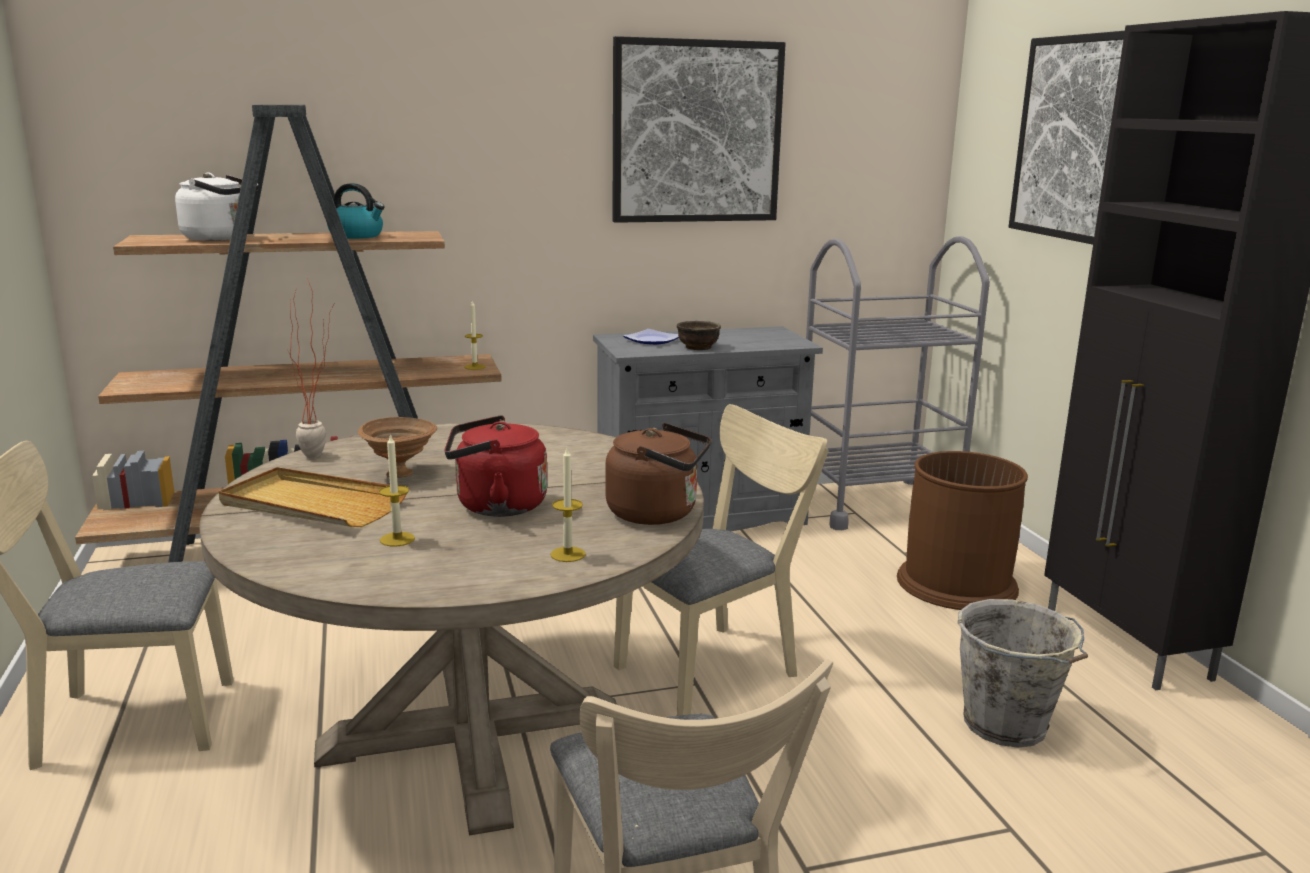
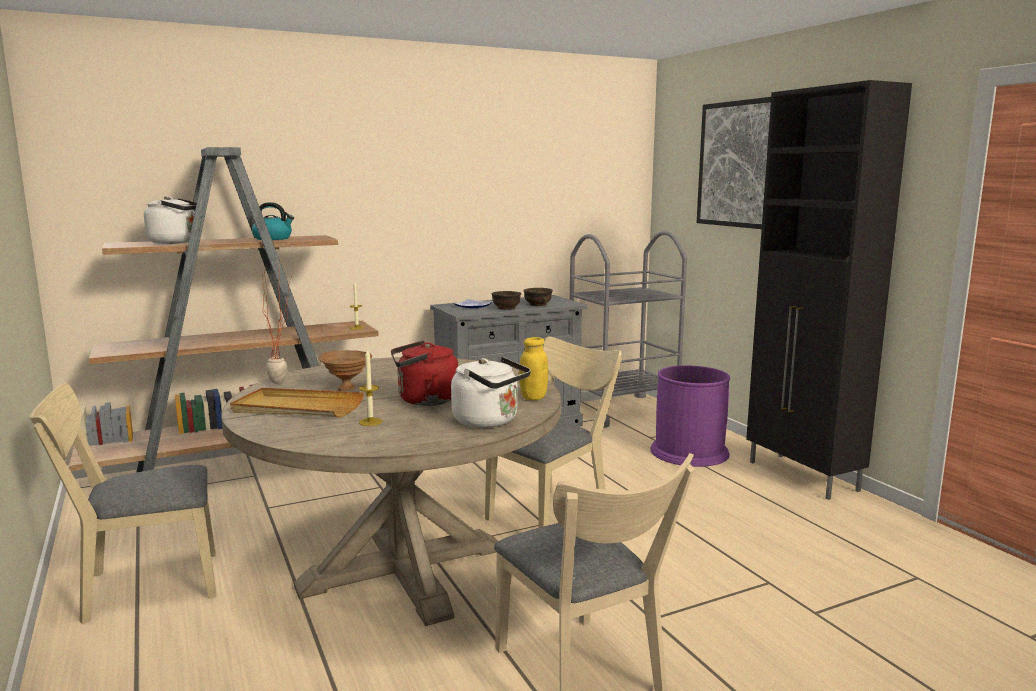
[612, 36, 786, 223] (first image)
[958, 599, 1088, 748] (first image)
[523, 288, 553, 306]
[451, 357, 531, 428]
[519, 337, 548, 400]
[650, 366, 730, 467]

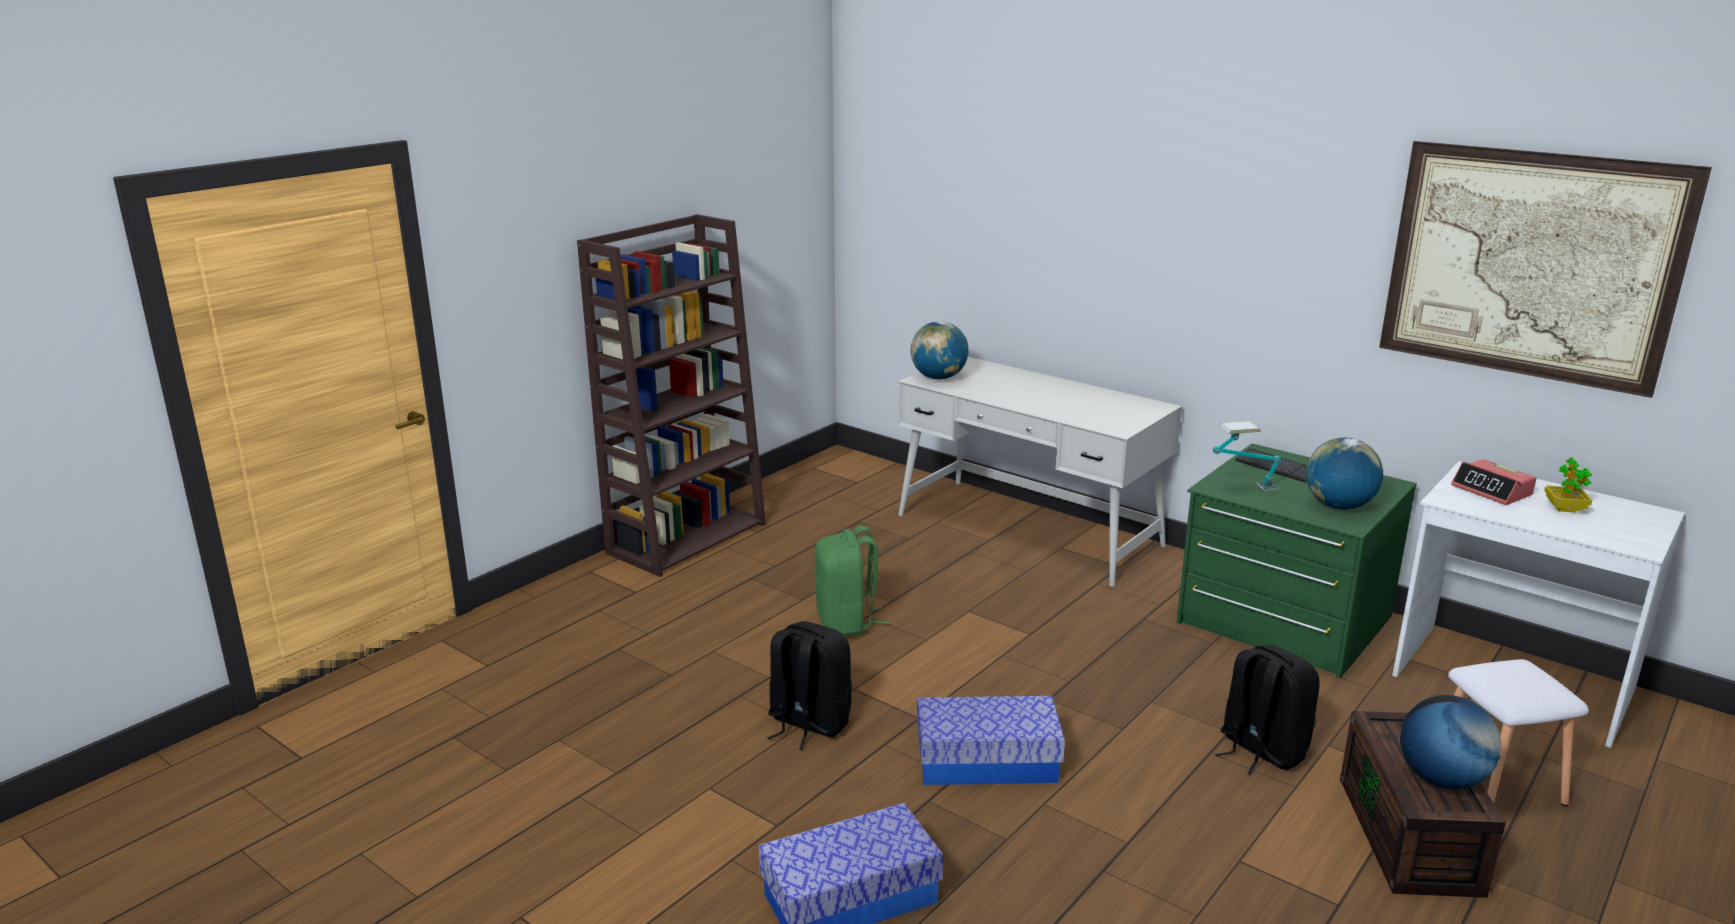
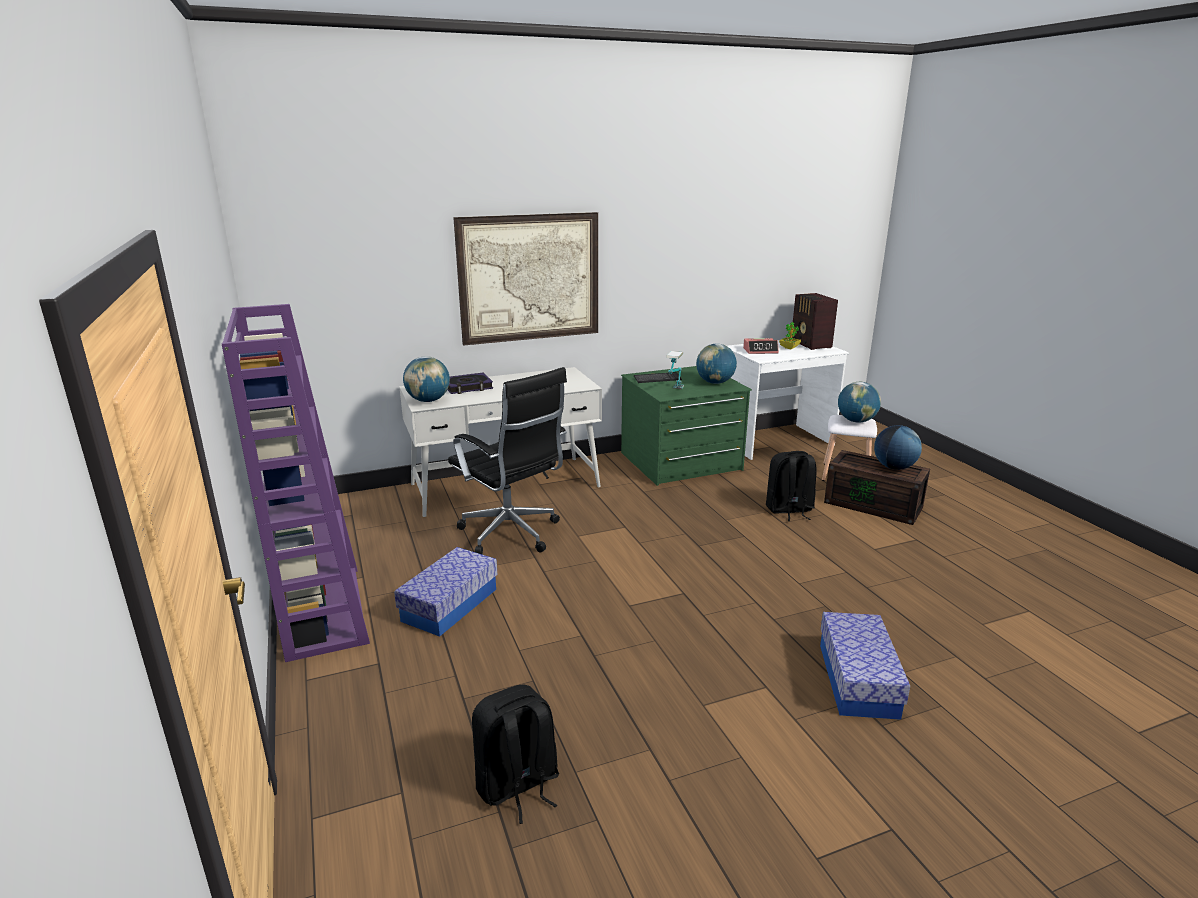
[815, 526, 889, 636] (first image)
[447, 373, 493, 394]
[448, 367, 567, 554]
[792, 293, 838, 350]
[838, 382, 881, 423]
[472, 685, 559, 824]
[394, 547, 498, 637]
[453, 212, 598, 346]
[222, 304, 370, 662]

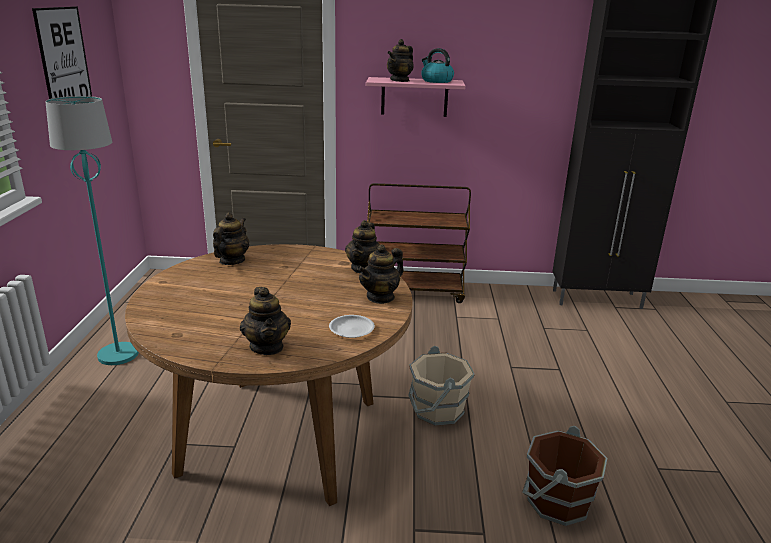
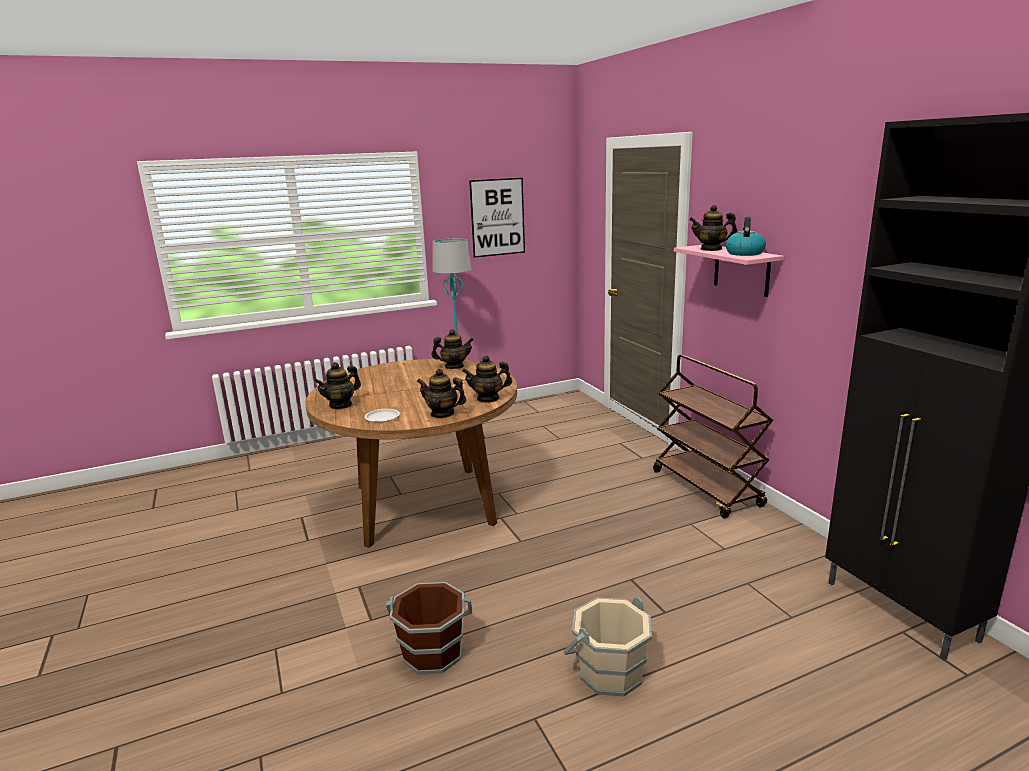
[563, 597, 652, 697]

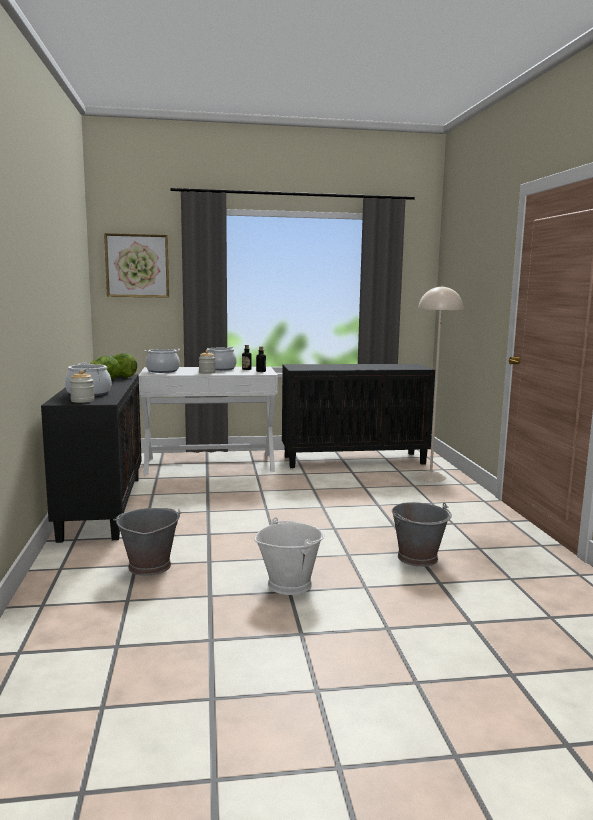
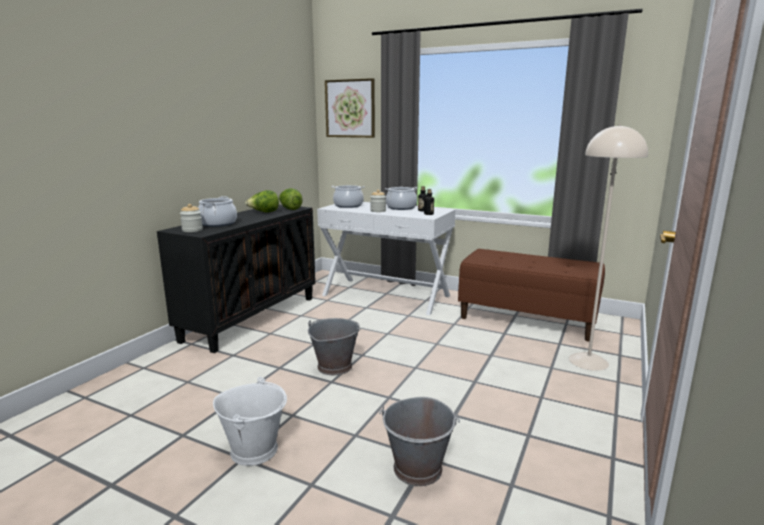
[308, 318, 361, 375]
[458, 249, 605, 341]

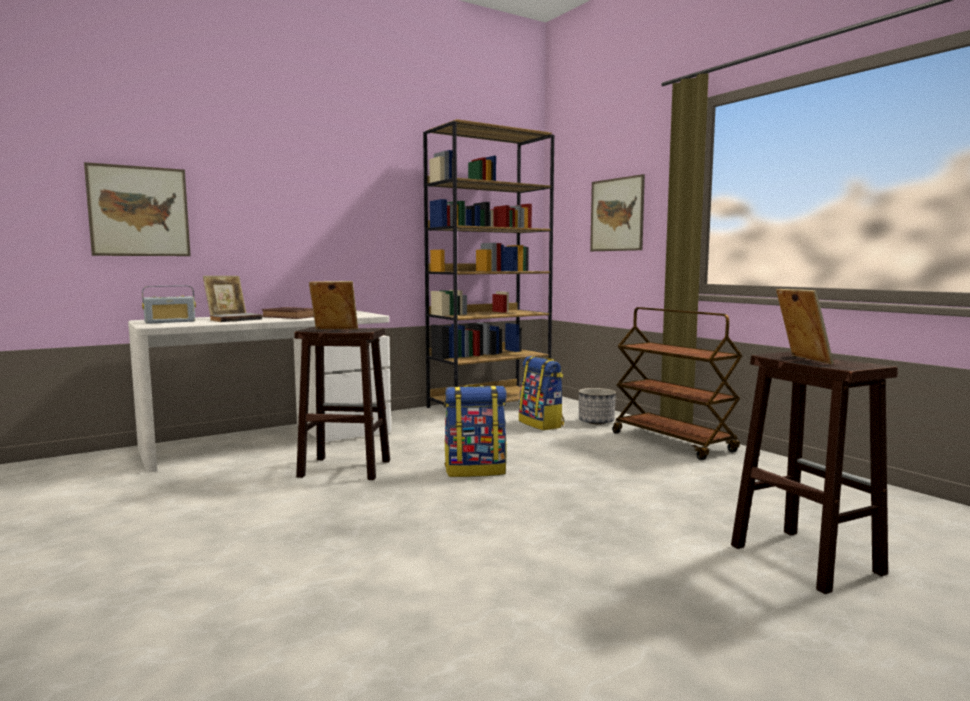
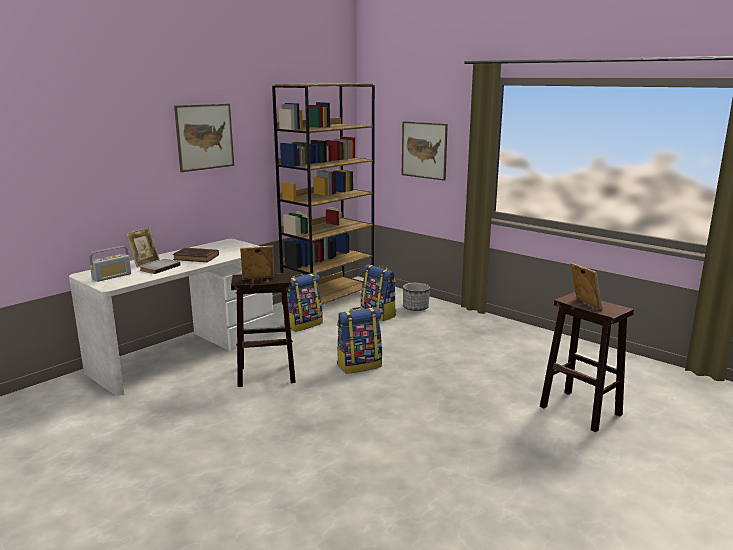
[612, 307, 743, 460] (first image)
[284, 273, 322, 332]
[174, 104, 234, 172]

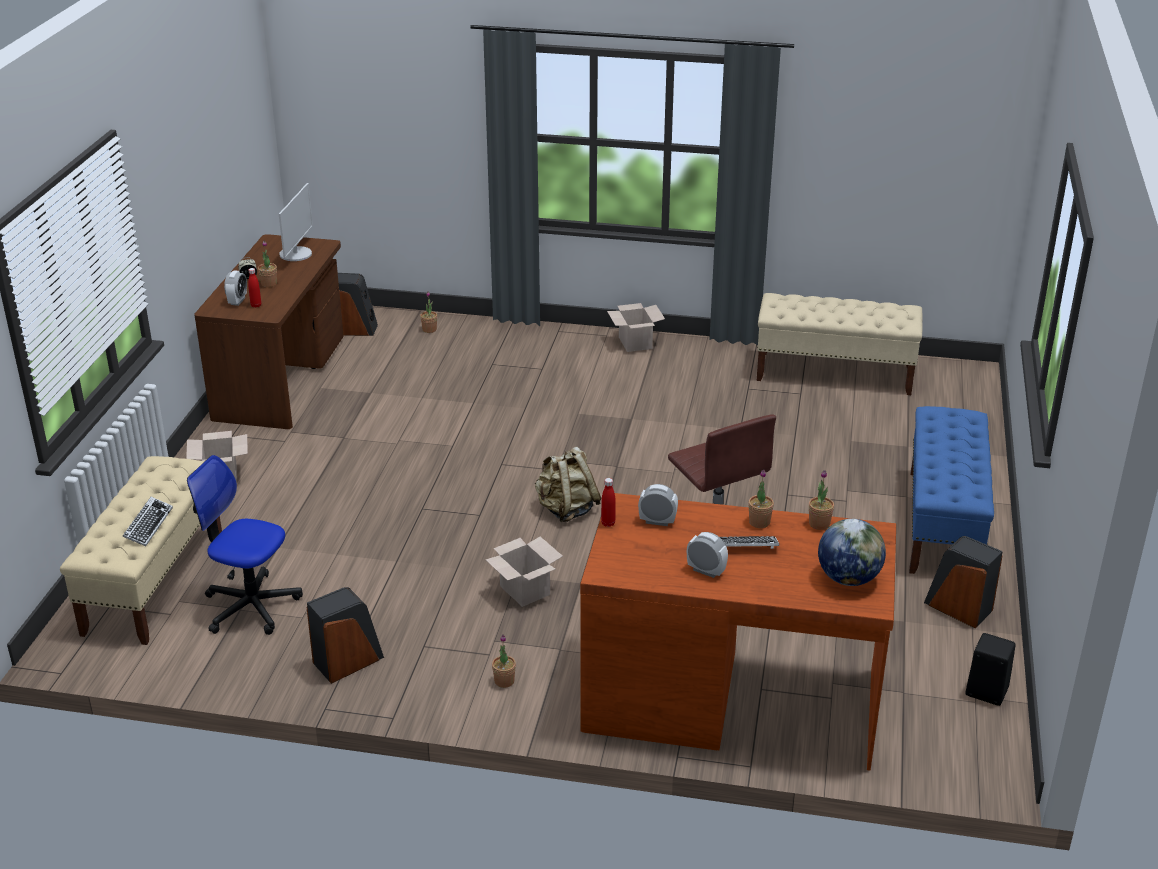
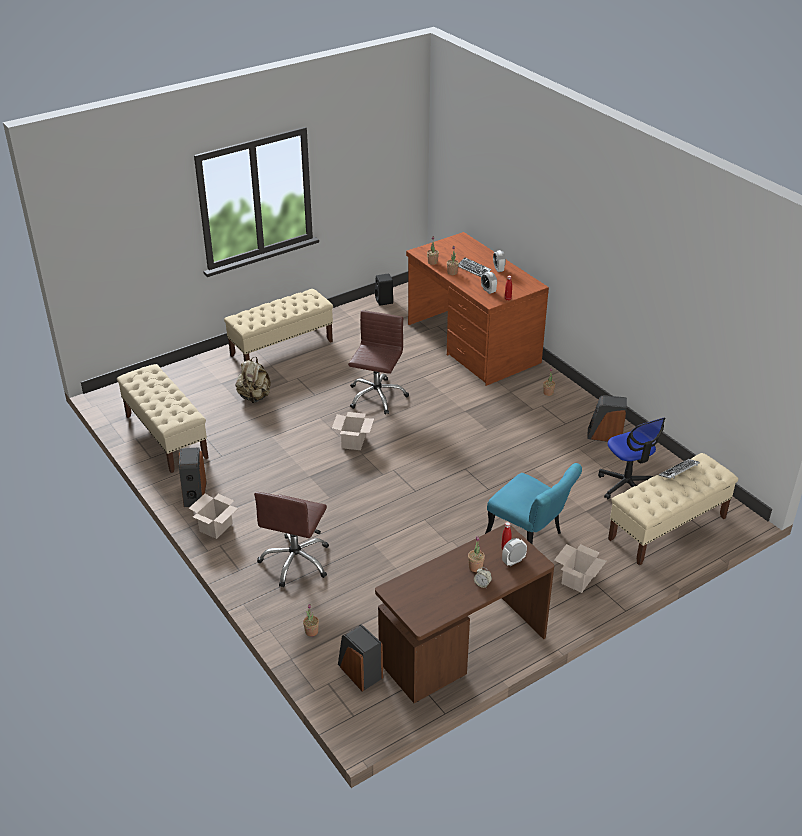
[279, 183, 313, 261] (first image)
[818, 519, 886, 586] (first image)
[254, 492, 329, 587]
[485, 463, 582, 544]
[332, 412, 374, 450]
[235, 357, 271, 403]
[179, 447, 207, 507]
[224, 289, 333, 361]

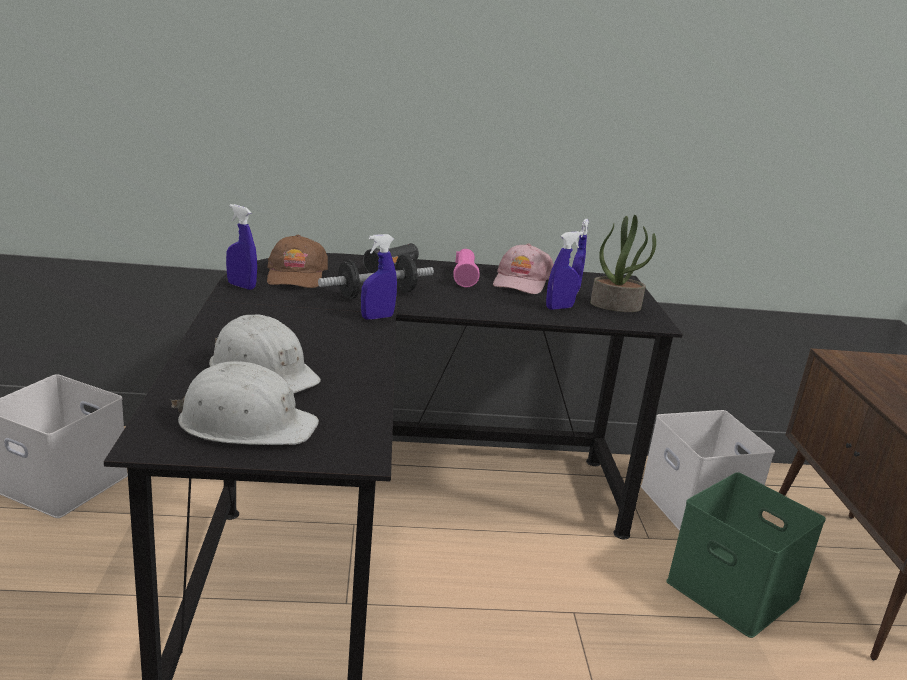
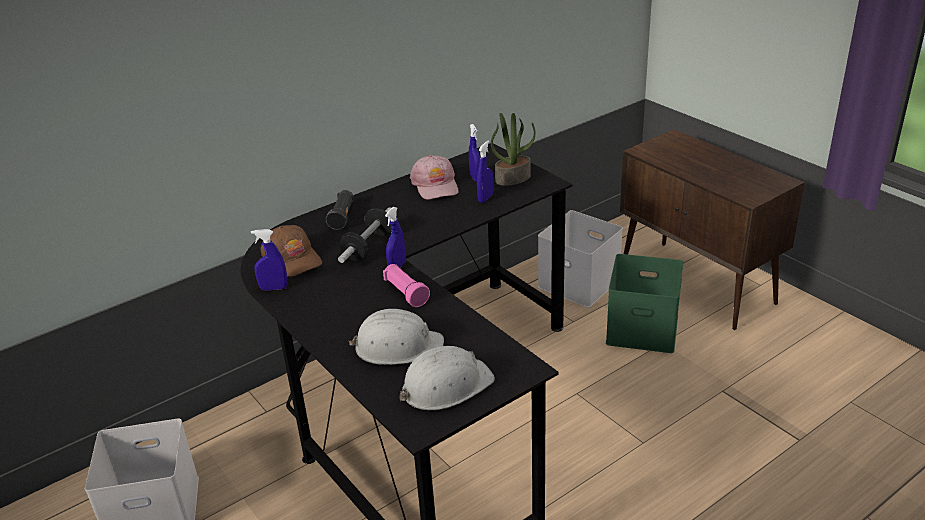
[383, 264, 430, 307]

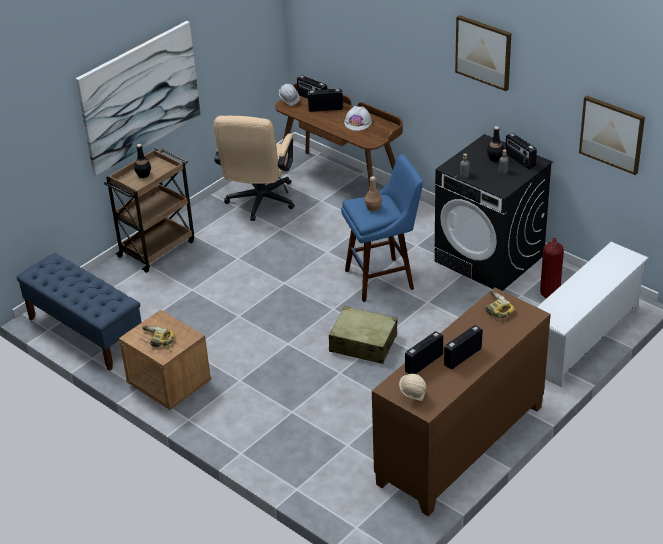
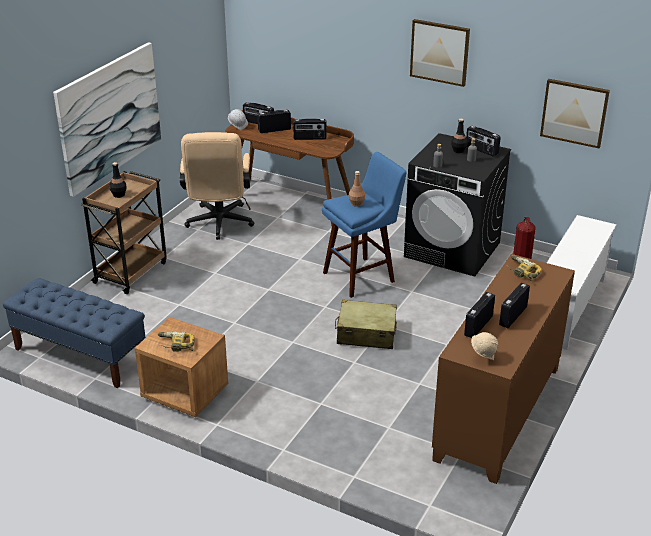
[293, 118, 327, 140]

